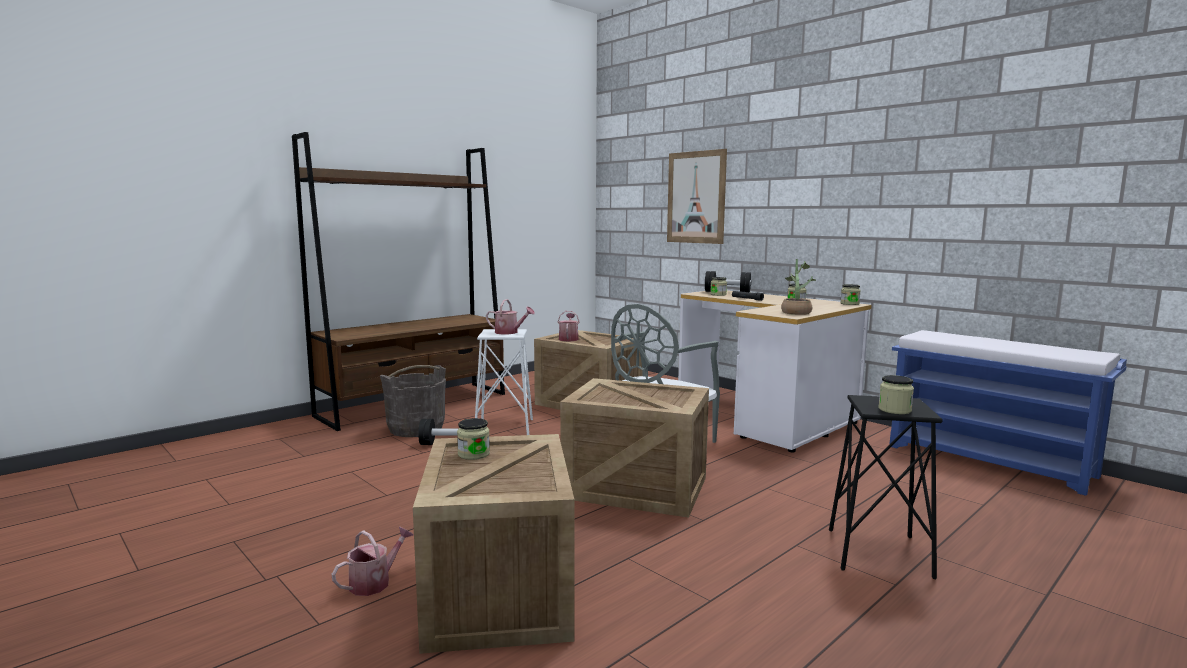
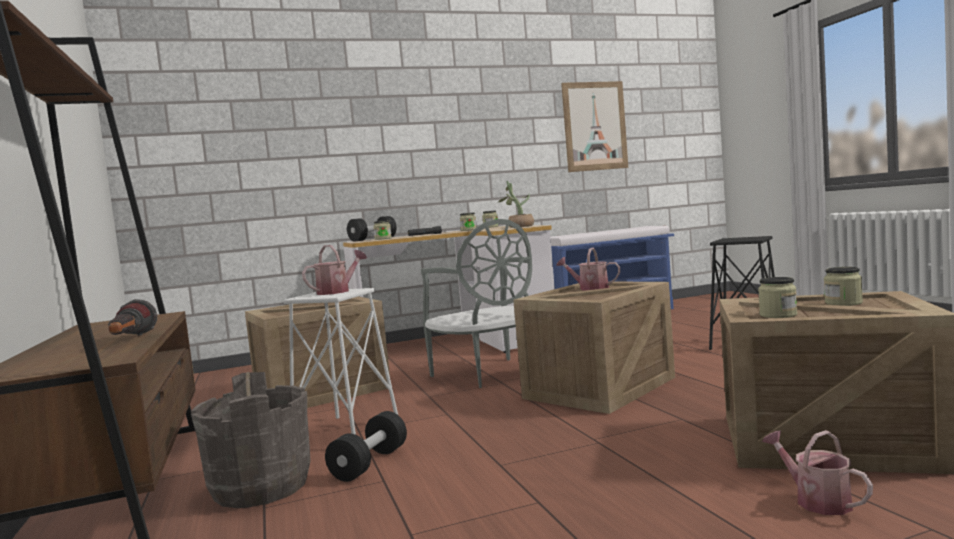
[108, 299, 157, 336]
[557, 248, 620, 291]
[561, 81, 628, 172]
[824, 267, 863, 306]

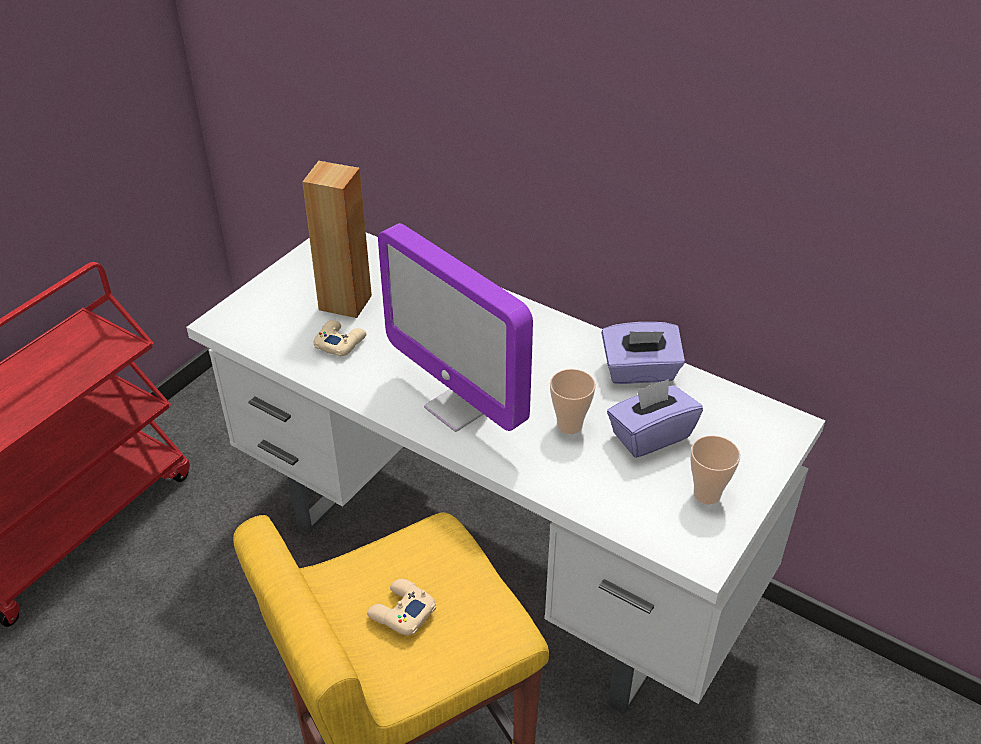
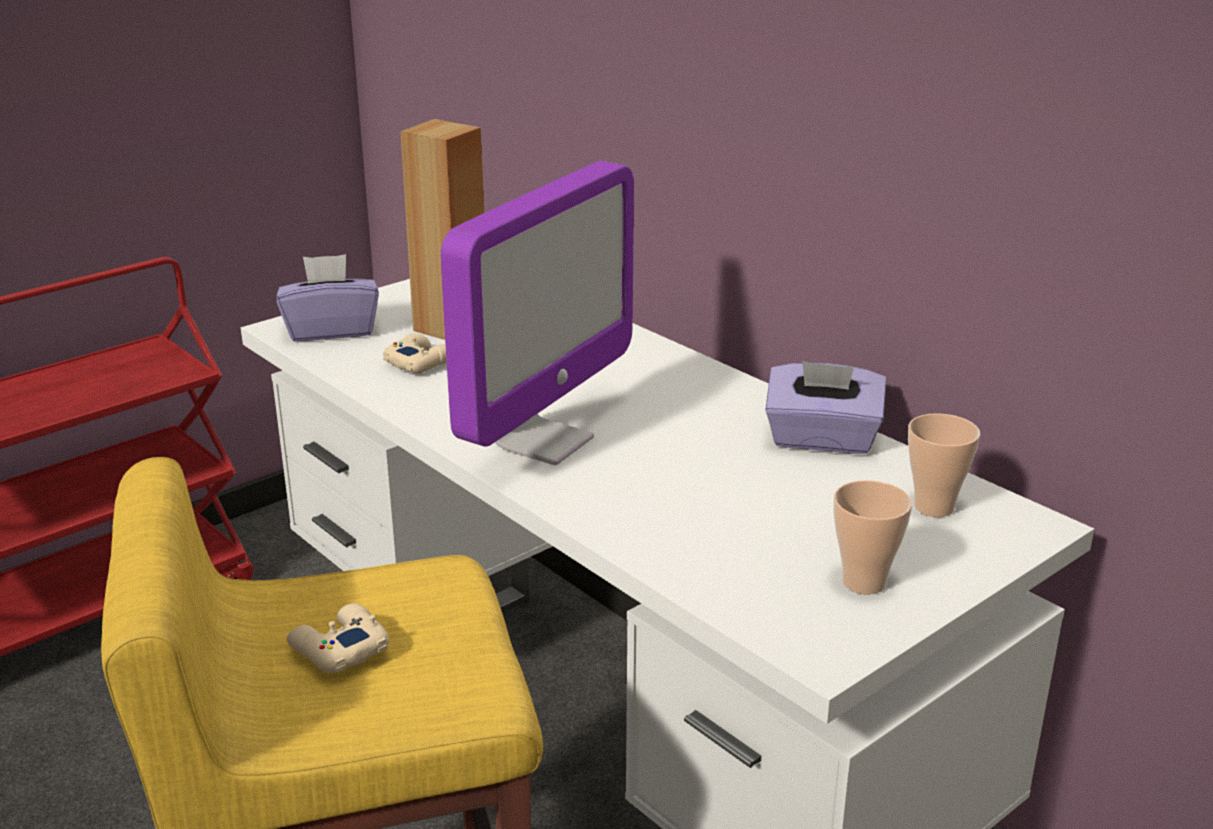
[908, 413, 980, 517]
[276, 254, 379, 341]
[440, 161, 634, 465]

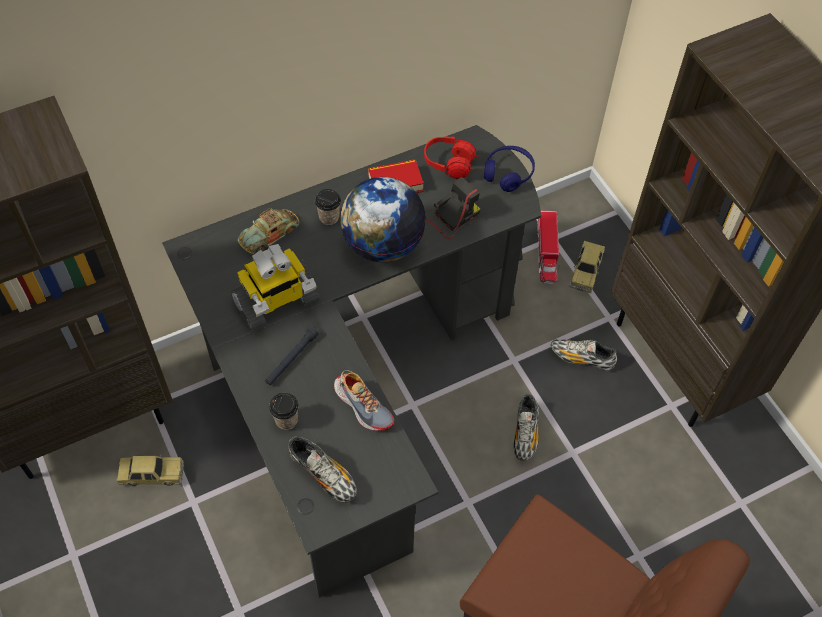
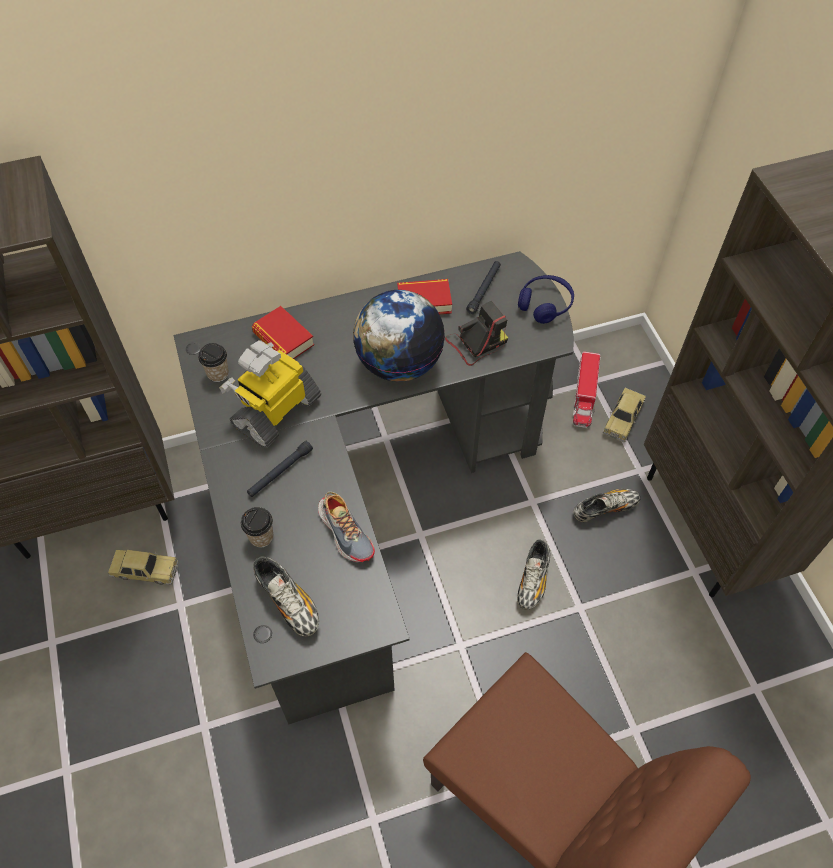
[198, 343, 229, 382]
[252, 306, 314, 359]
[466, 261, 501, 314]
[219, 340, 321, 448]
[573, 489, 640, 522]

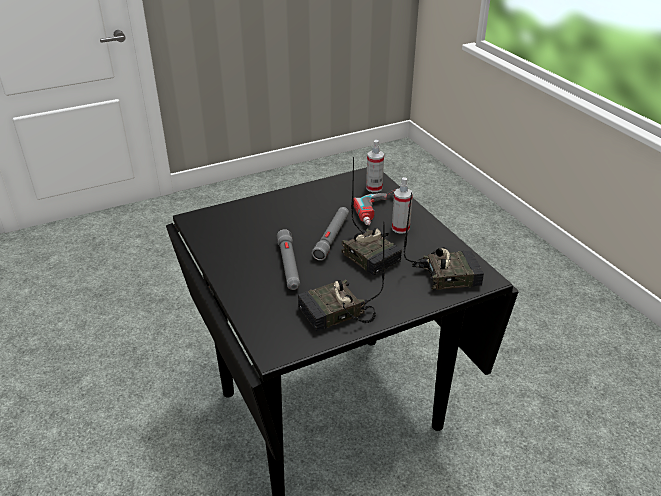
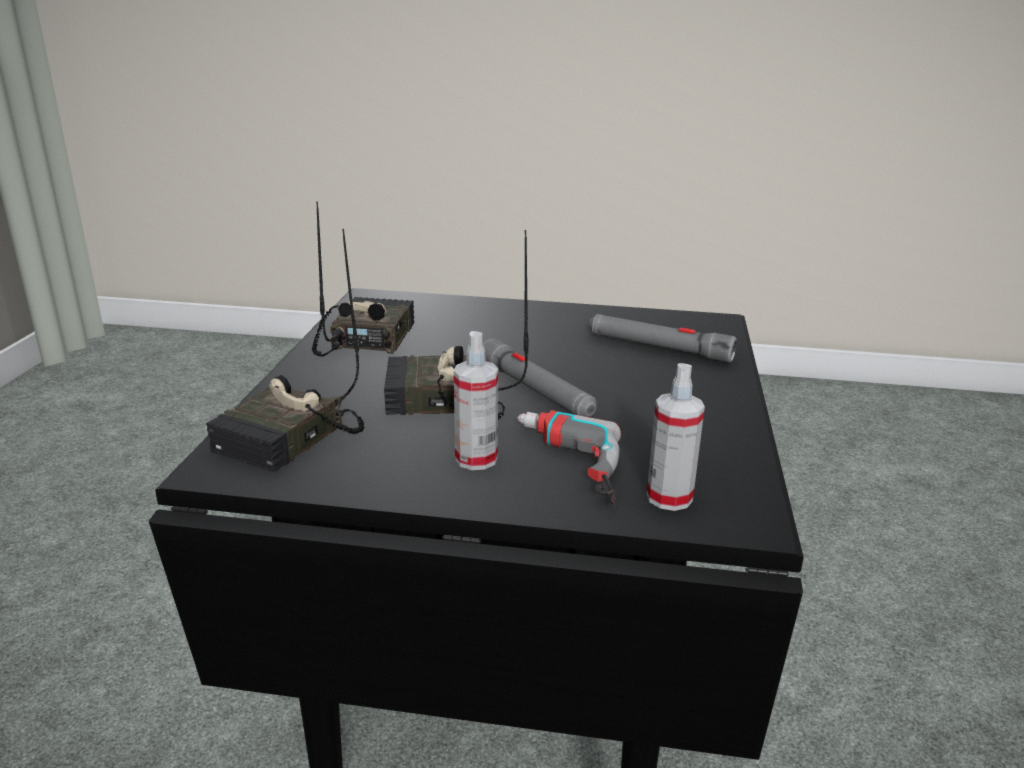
[589, 314, 737, 363]

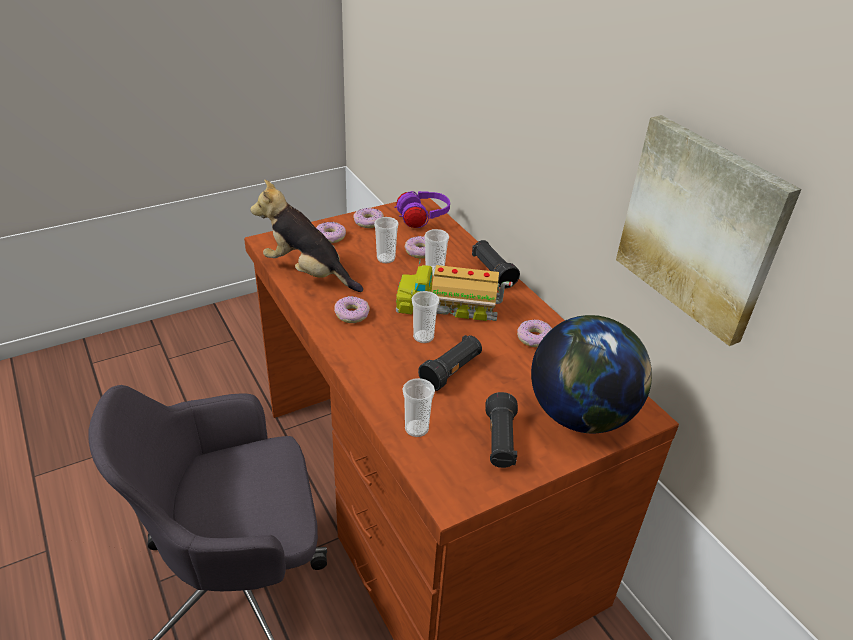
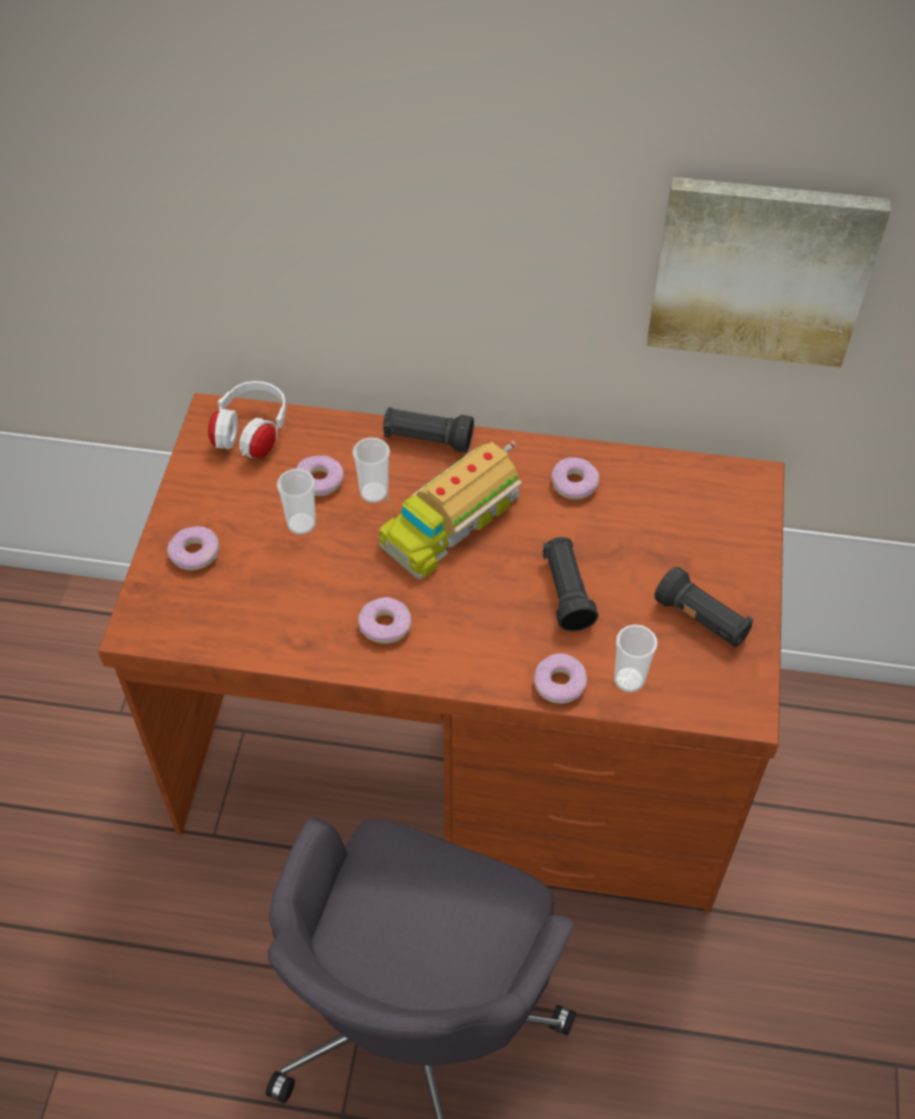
[250, 180, 363, 292] (first image)
[412, 291, 440, 343] (first image)
[531, 315, 652, 433] (first image)
[533, 653, 588, 704]
[208, 381, 286, 458]

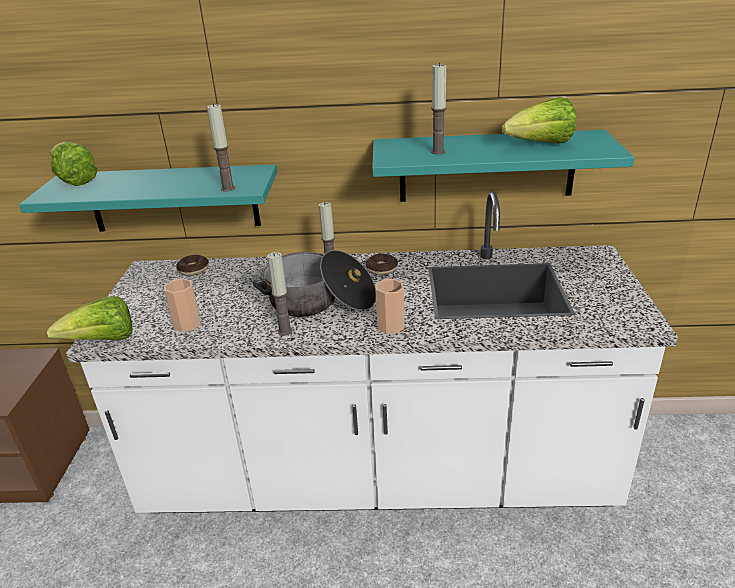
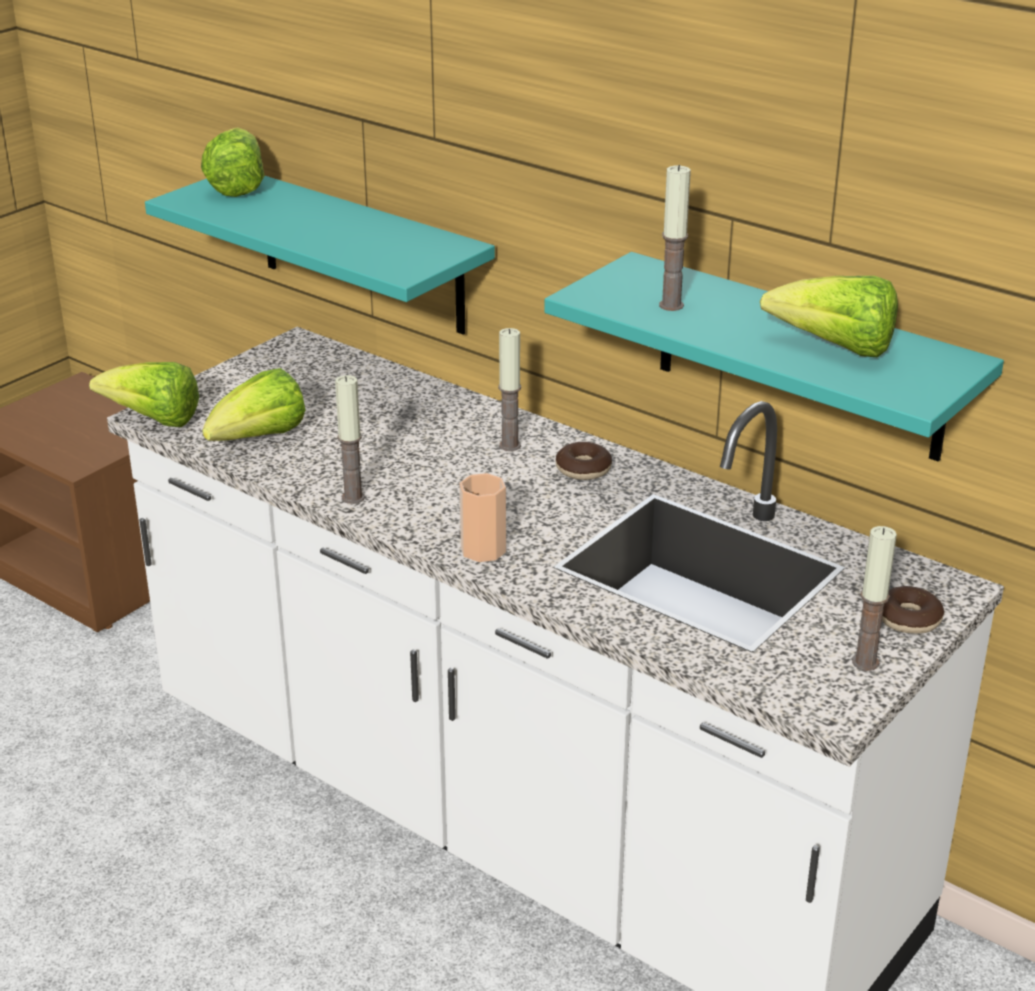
[252, 250, 376, 317] (first image)
[882, 586, 944, 634]
[852, 526, 897, 671]
[202, 368, 305, 441]

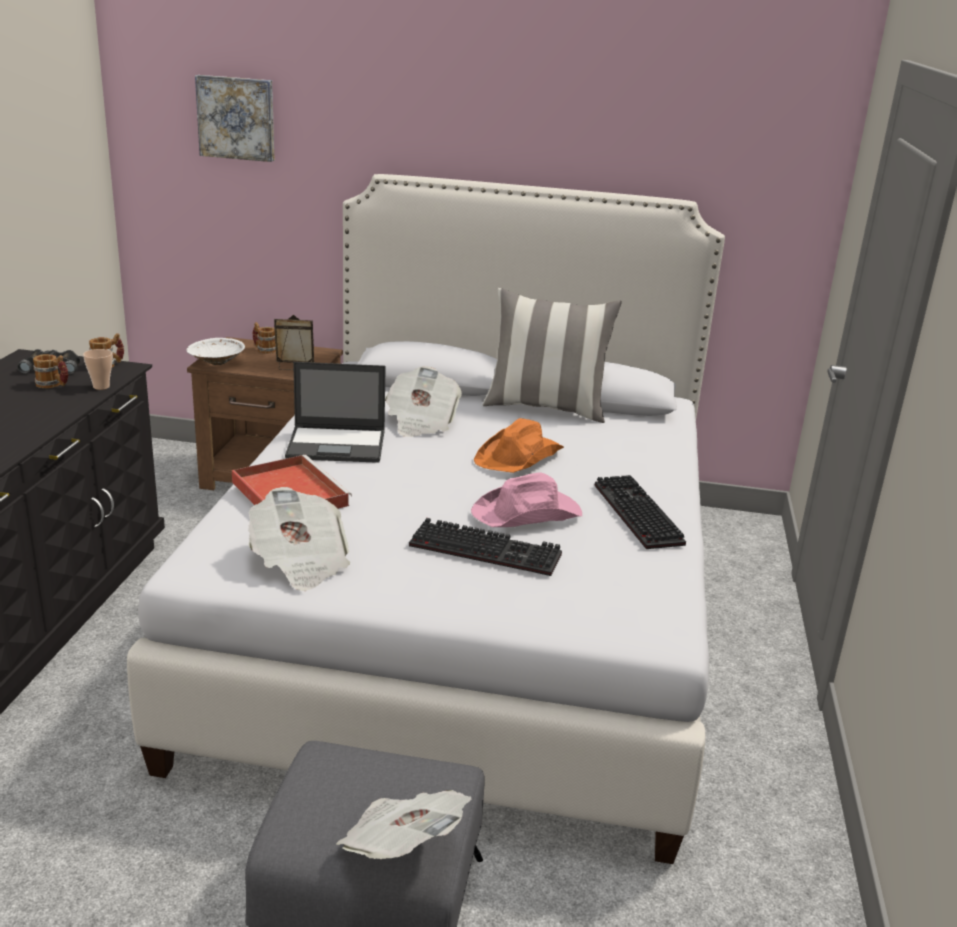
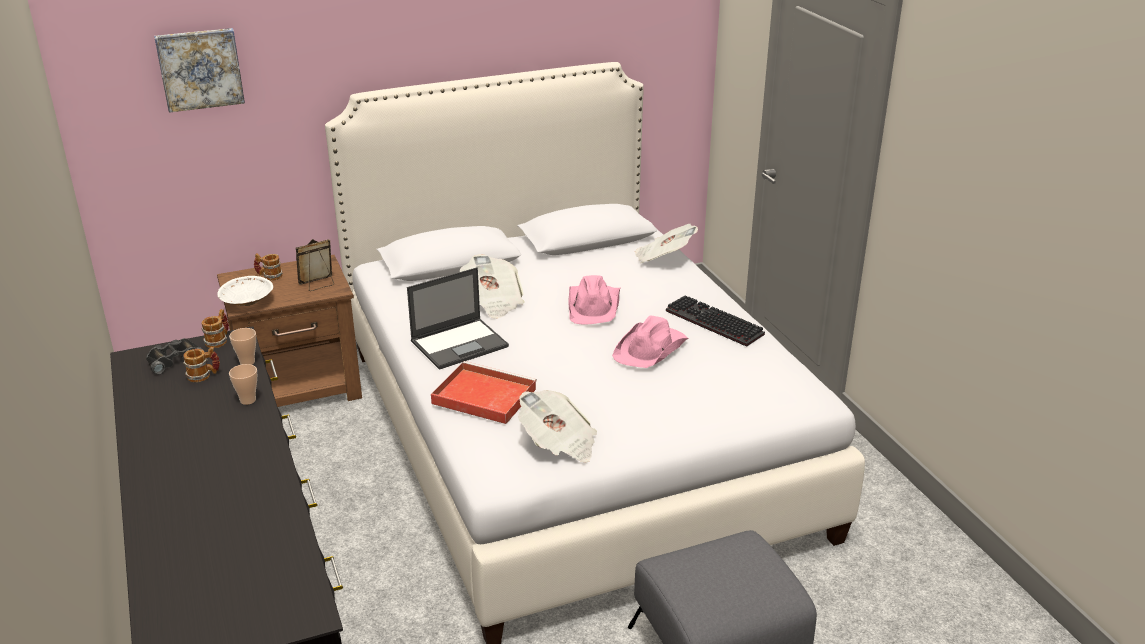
[409, 518, 562, 576] (first image)
[483, 288, 622, 423] (first image)
[229, 364, 257, 405]
[635, 224, 698, 263]
[569, 275, 621, 325]

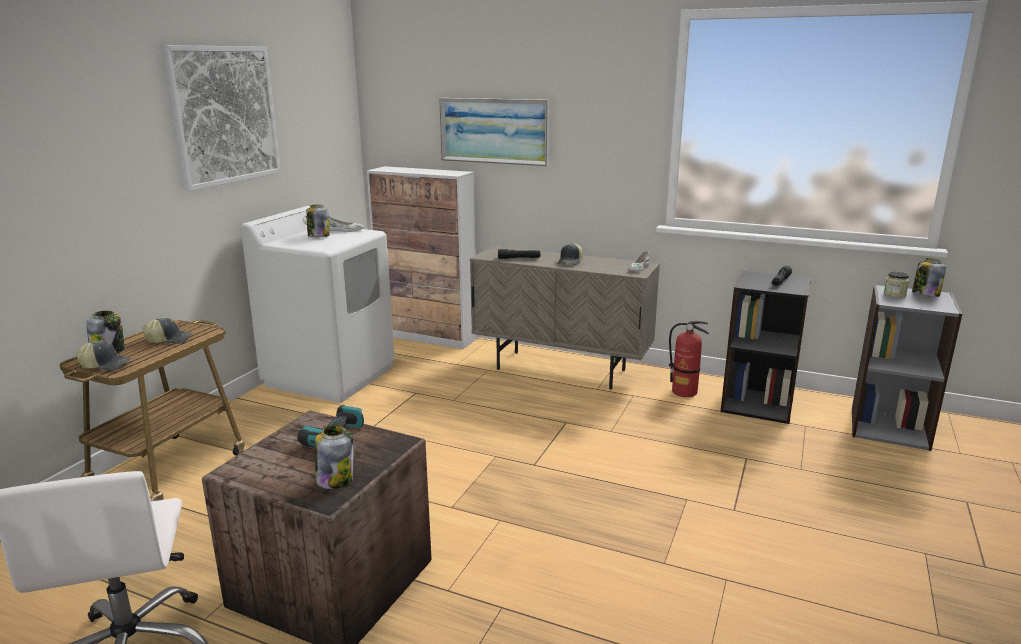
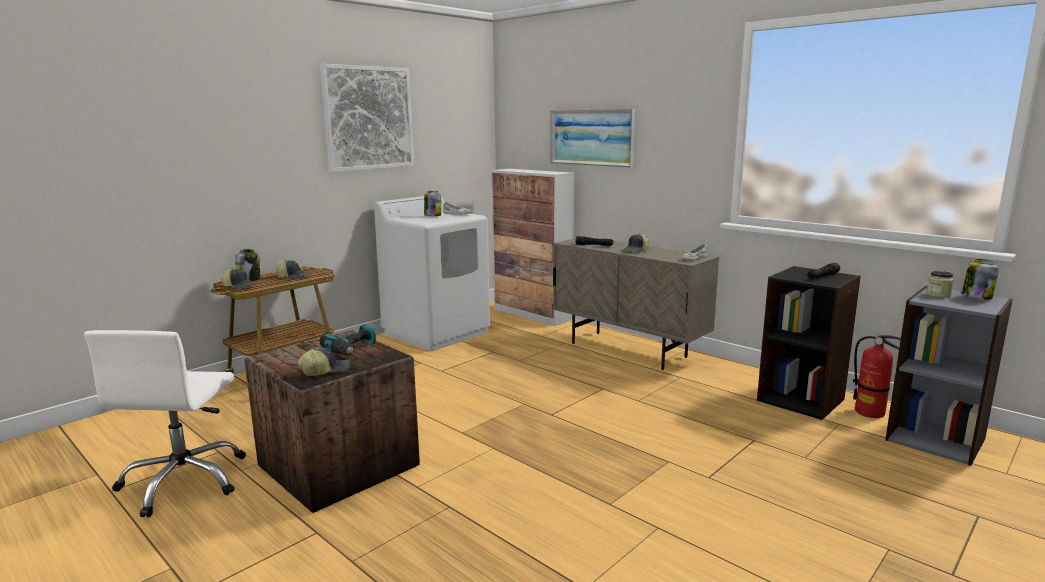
[853, 335, 901, 418]
[297, 347, 351, 376]

